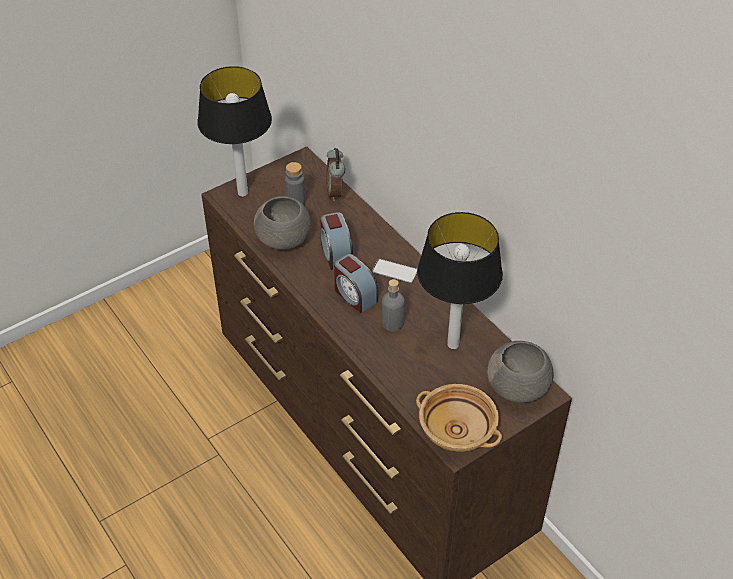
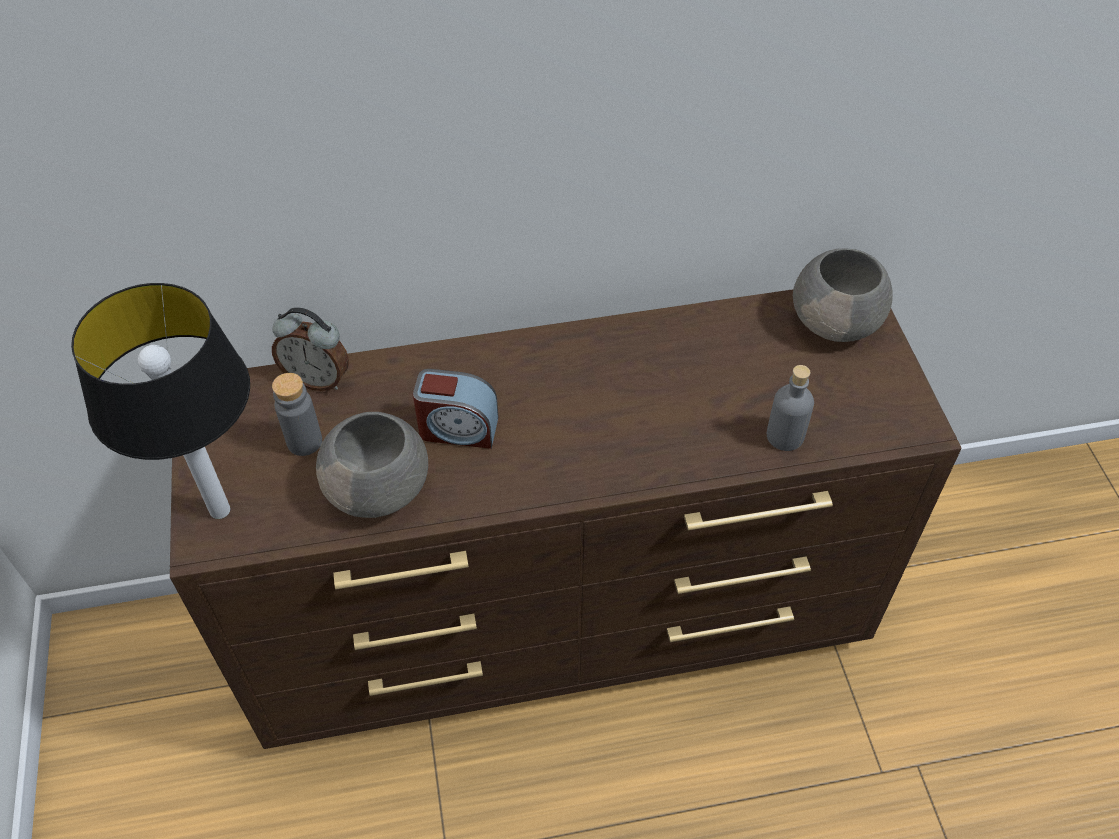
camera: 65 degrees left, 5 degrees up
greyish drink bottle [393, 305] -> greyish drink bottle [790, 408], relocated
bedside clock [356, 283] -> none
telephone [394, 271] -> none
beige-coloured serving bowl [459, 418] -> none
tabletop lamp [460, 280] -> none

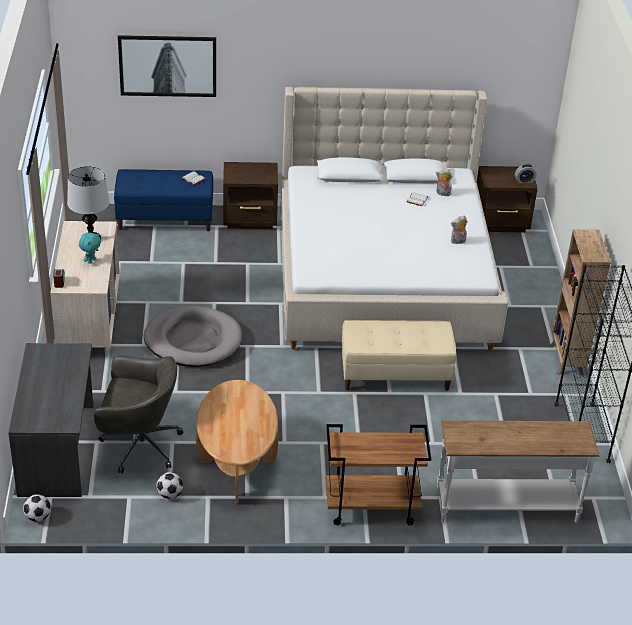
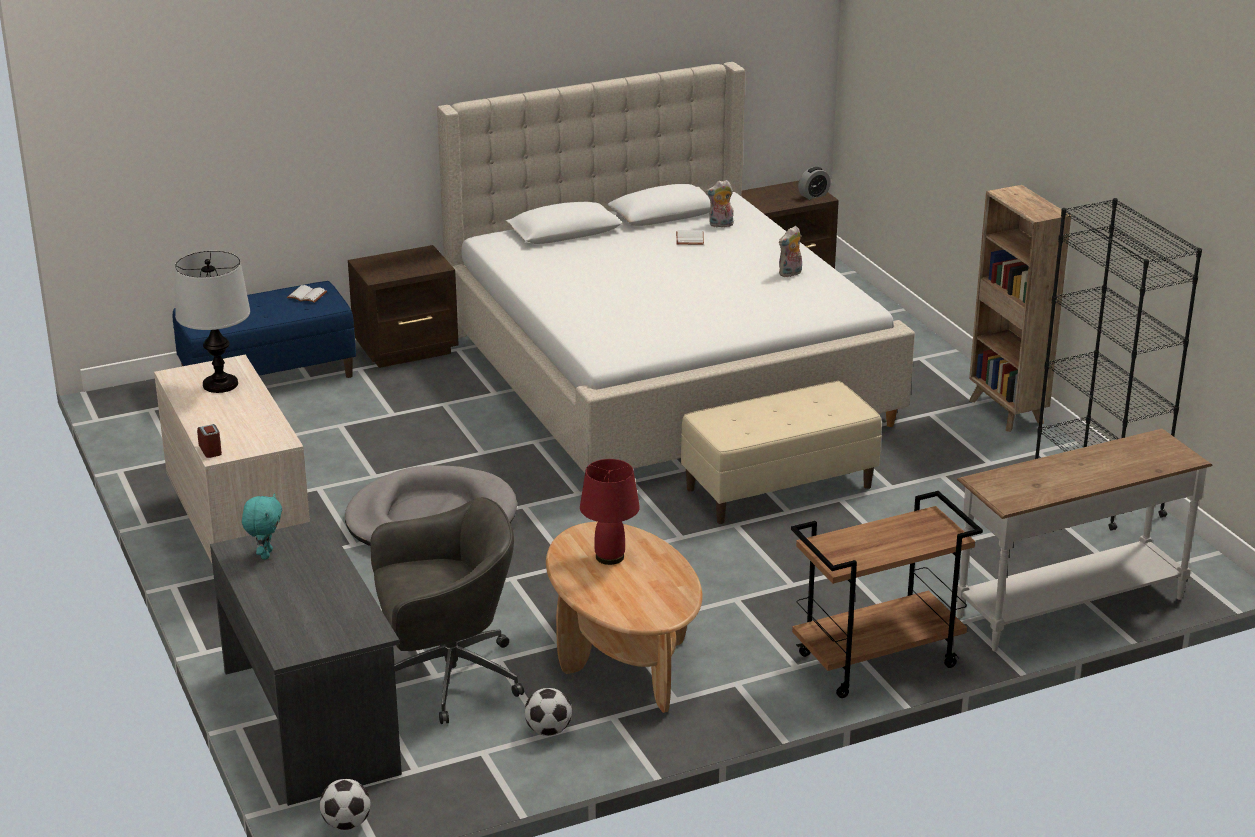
camera: 20 degrees left, 10 degrees down
blue-green soft toy [90, 248] -> blue-green soft toy [262, 526], relocated
none -> red tabletop lamp [610, 512]
picture [167, 66] -> none

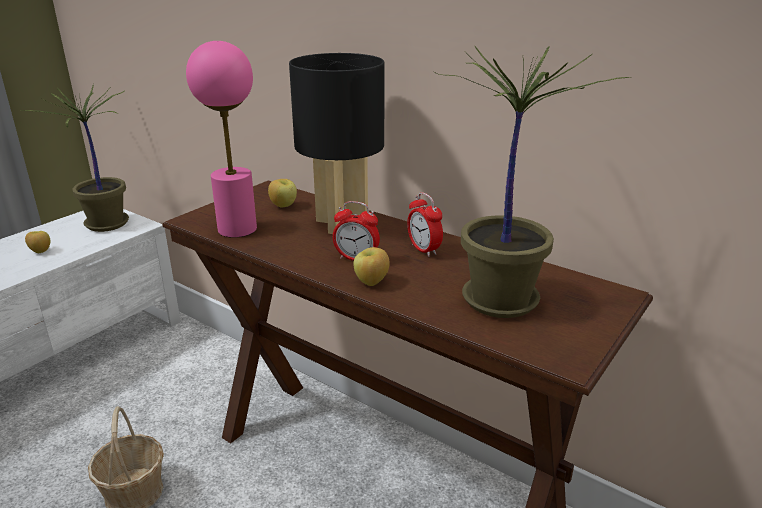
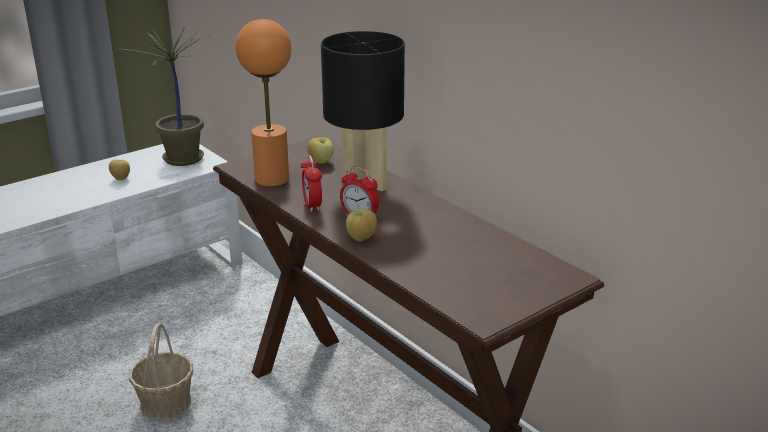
camera: 15 degrees right, 0 degrees up
pink-coloured tabletop lamp [221, 139] -> orange-coloured tabletop lamp [263, 103]
bedside clock [425, 224] -> bedside clock [311, 183], relocated
potted plant [532, 181] -> none

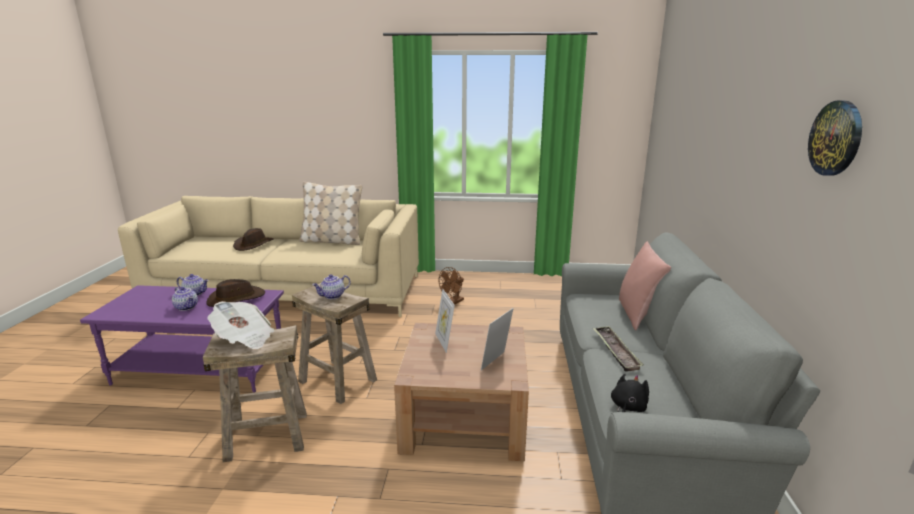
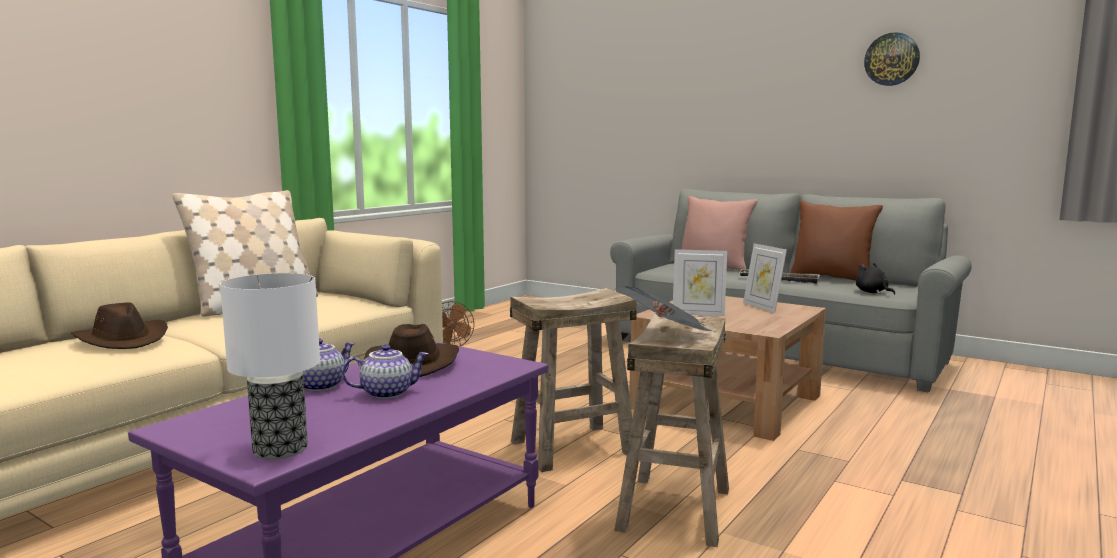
camera: 60 degrees left, 10 degrees down
none -> tabletop lamp [270, 366]
none -> brown pillow [836, 241]
tea pot [331, 286] -> none

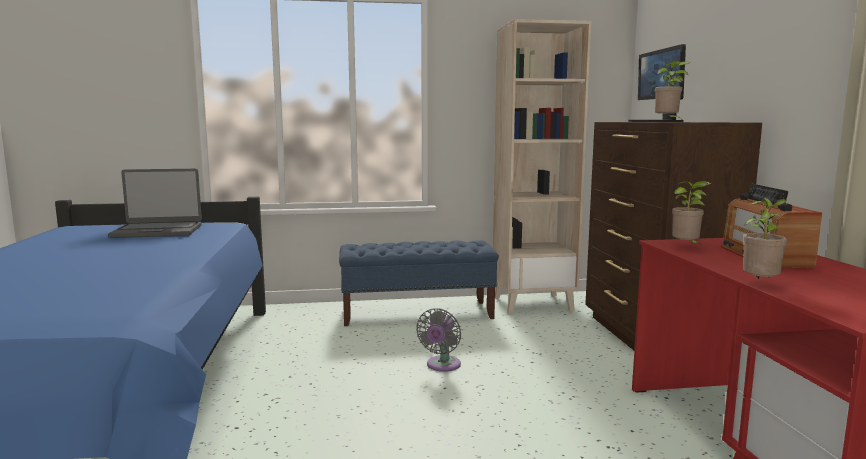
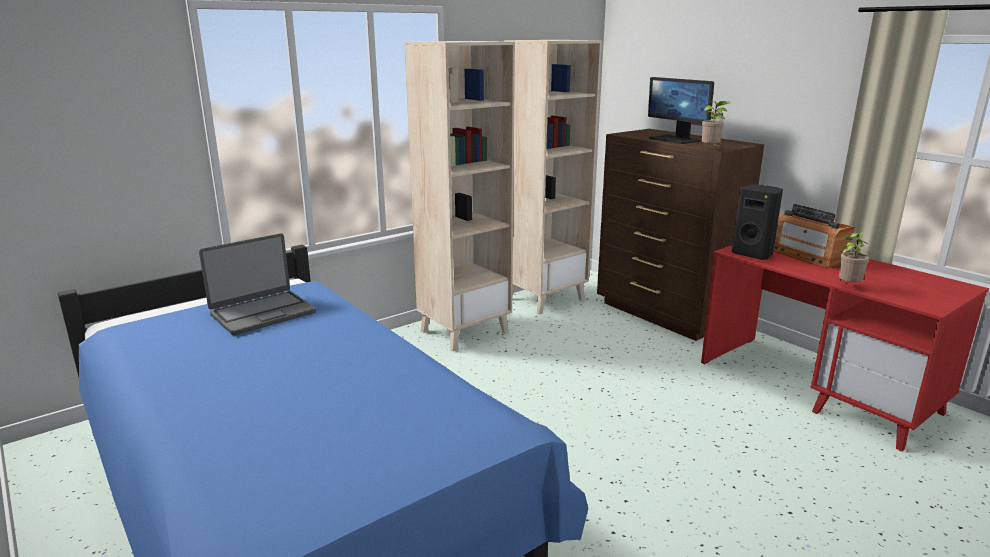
camera: 30 degrees left, 10 degrees up
bluish bench [419, 283] -> beige-coloured bookcase [460, 196]
potted plant [691, 214] -> black loudspeaker [757, 222]
greyish electric fan [438, 340] -> none

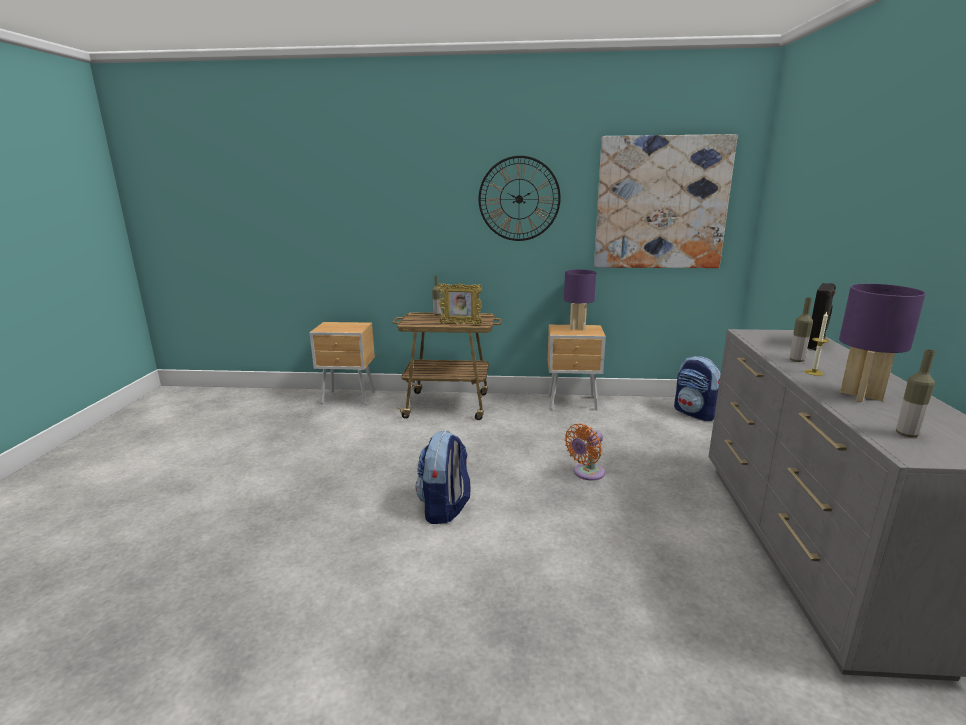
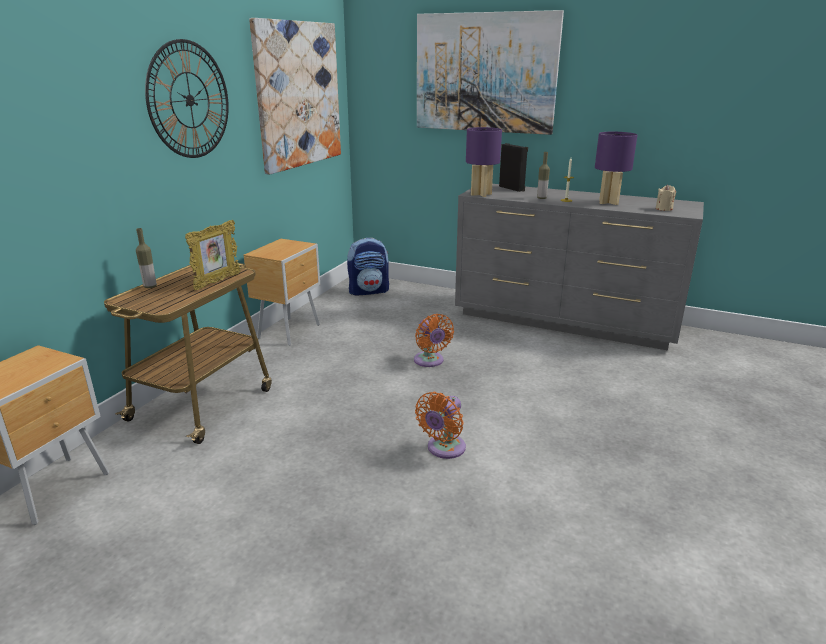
camera: 70 degrees left, 5 degrees up
knapsack [442, 477] -> orange-coloured electric fan [440, 425]
none -> picture [490, 72]
purple tabletop lamp [580, 299] -> purple tabletop lamp [484, 162], relocated
drink bottle [915, 393] -> beige-coloured wax light [666, 198]

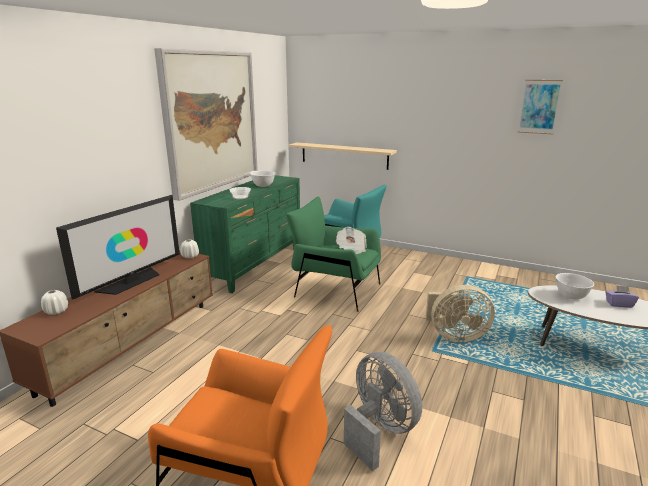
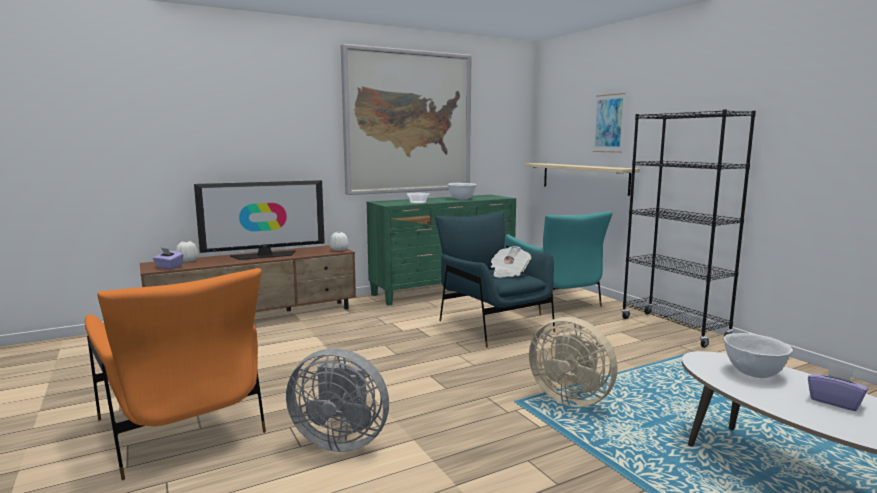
camera: 35 degrees right, 10 degrees down
none -> purple tissue holder [168, 258]
greyish electric fan [383, 411] -> greyish electric fan [337, 400], 105 degrees clockwise
green lounge chair [333, 254] -> bluish lounge chair [495, 279]
picture [540, 107] -> picture [609, 123], relocated
none -> black bookcase [689, 228]

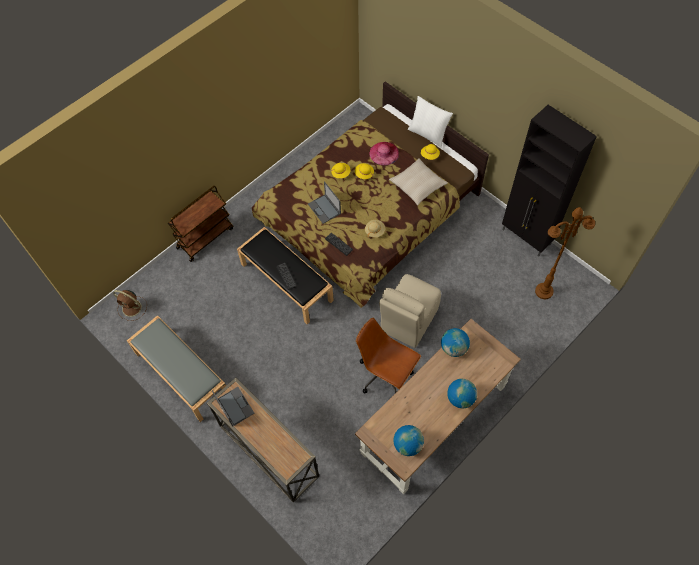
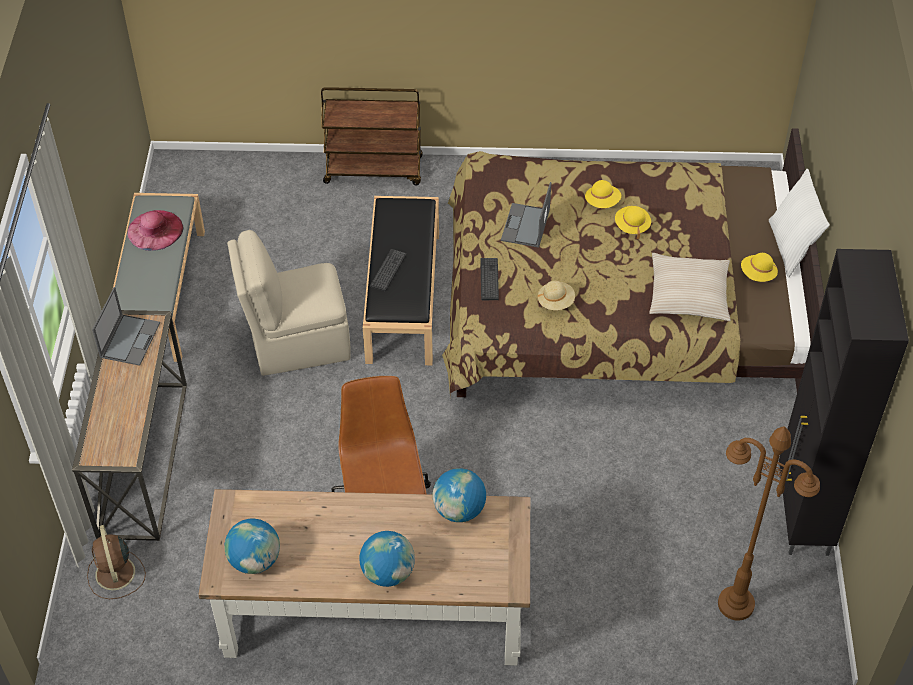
camera: 45 degrees right, 10 degrees down
brown electric fan [130, 305] -> brown electric fan [116, 562], relocated
pink-coloured wearable hat [384, 153] -> pink-coloured wearable hat [155, 230], relocated
beige-coloured upright chair [410, 311] -> beige-coloured upright chair [289, 303], relocated

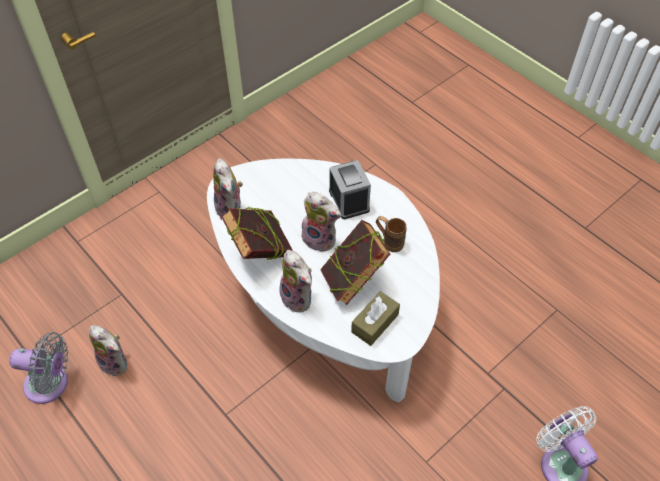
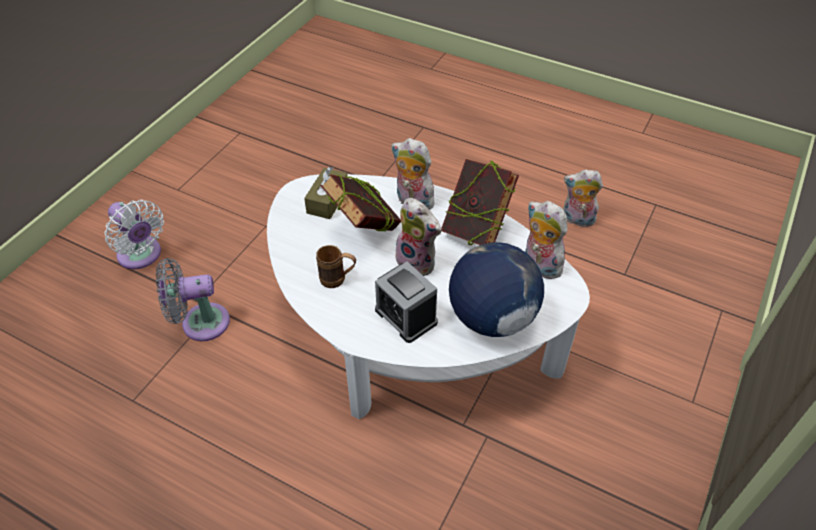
camera: 160 degrees right, 5 degrees down
greyish electric fan [38, 368] -> greyish electric fan [193, 299], relocated
soft toy [321, 222] -> soft toy [418, 237], 150 degrees counterclockwise
none -> world globe [496, 289]

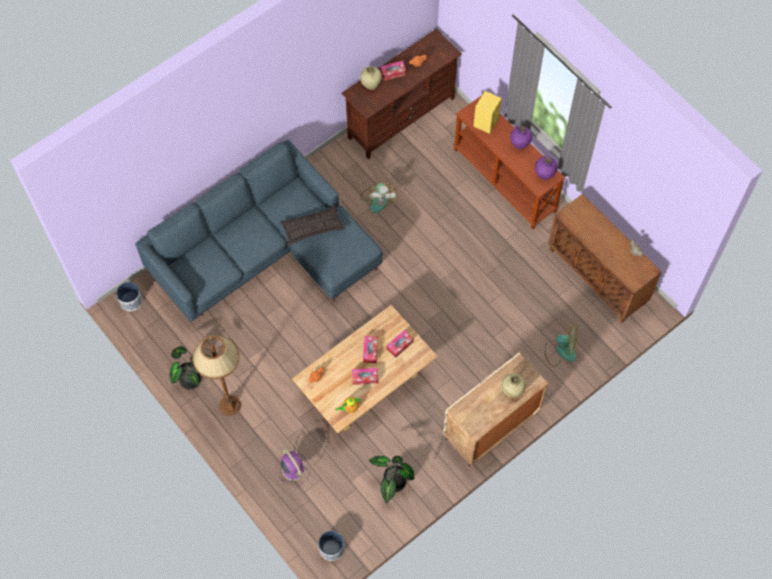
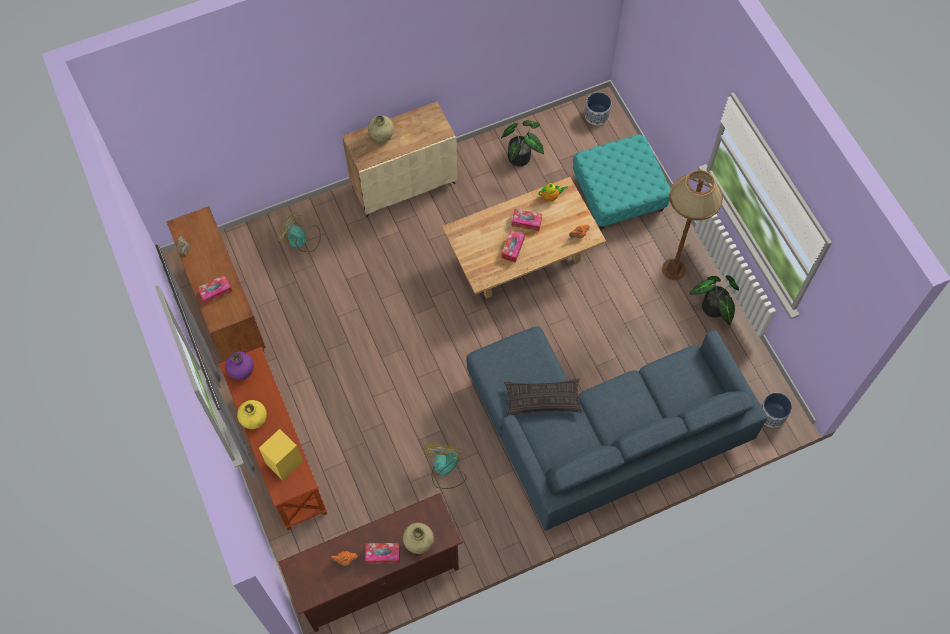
camera: 165 degrees left, 0 degrees up
tissue holder [400, 344] -> tissue holder [215, 290], relocated
purple flower vase [521, 137] -> yellow-coloured flower vase [252, 414]
purple electric fan [292, 467] -> blue-green pouffe [622, 182]

